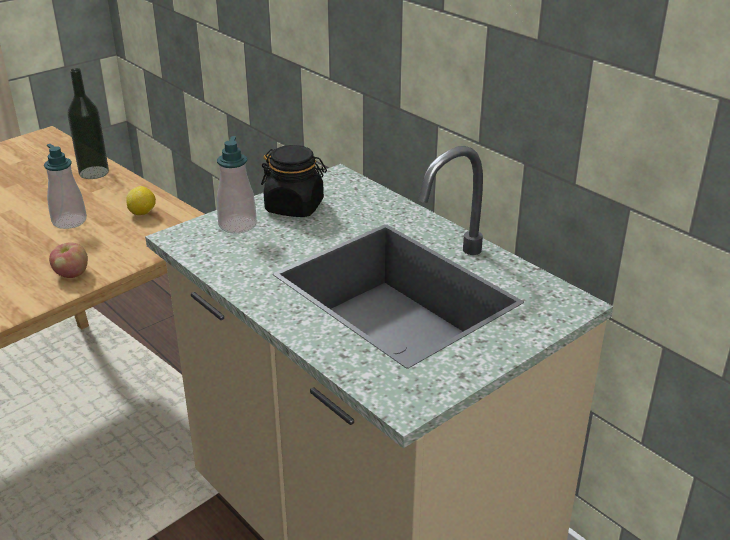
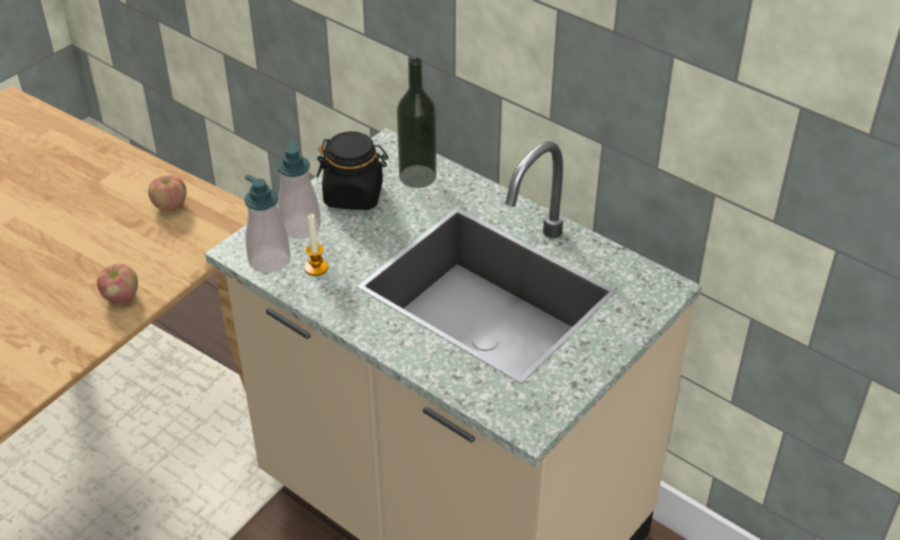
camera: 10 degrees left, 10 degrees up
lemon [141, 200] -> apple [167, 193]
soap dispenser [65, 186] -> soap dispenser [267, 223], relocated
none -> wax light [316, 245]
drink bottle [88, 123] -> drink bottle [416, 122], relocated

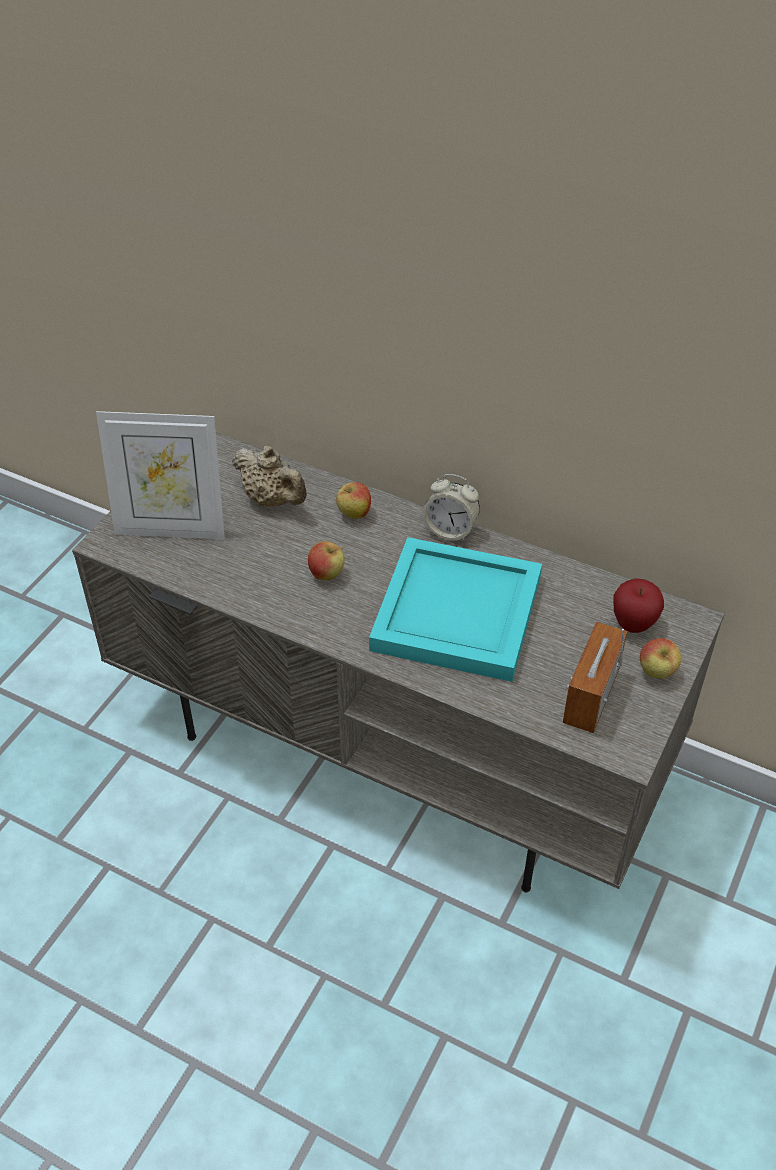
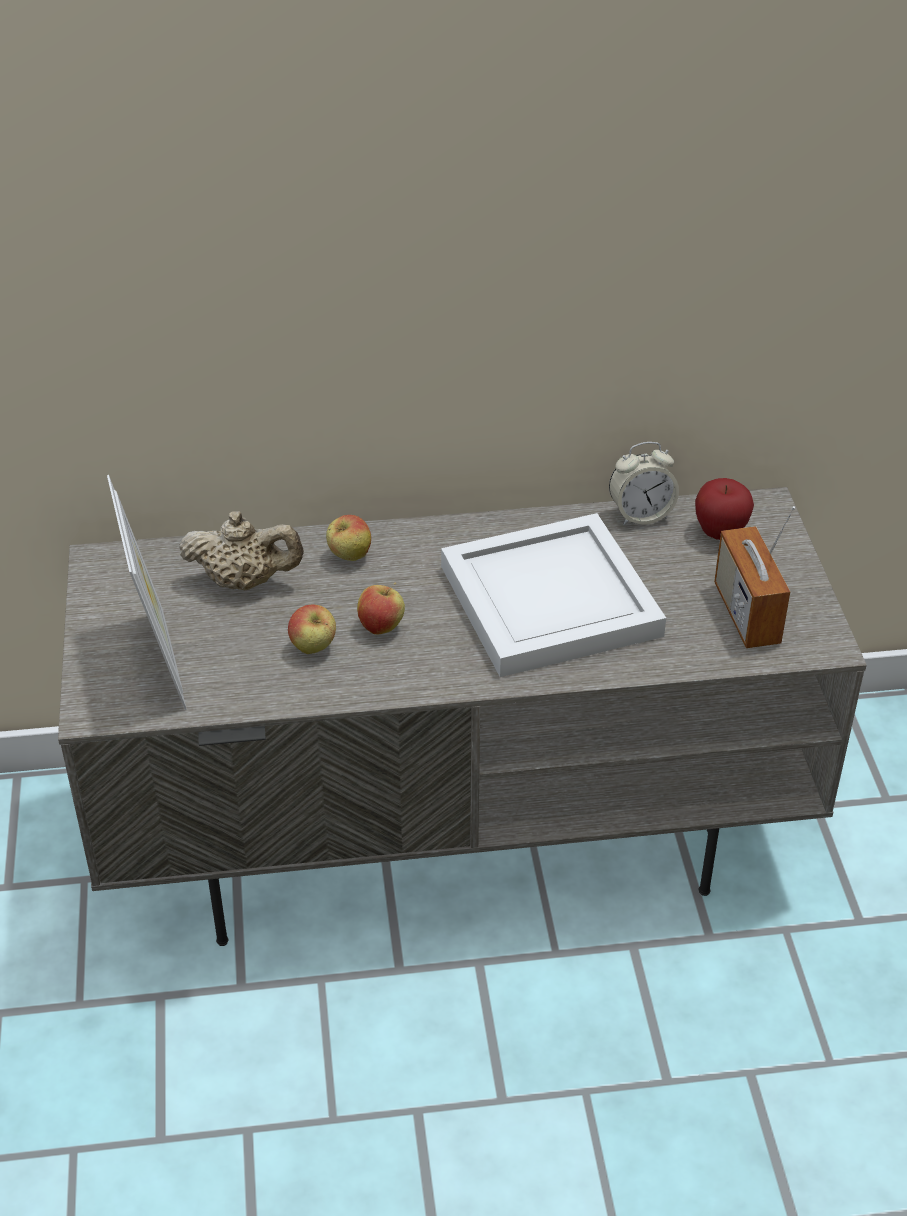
camera: 35 degrees left, 5 degrees down
photo frame [160, 475] -> photo frame [147, 592], 75 degrees counterclockwise
apple [660, 658] -> apple [312, 629], relocated
blue-green carrying tray [455, 609] -> white carrying tray [553, 595]
bedside clock [451, 508] -> bedside clock [644, 483], relocated

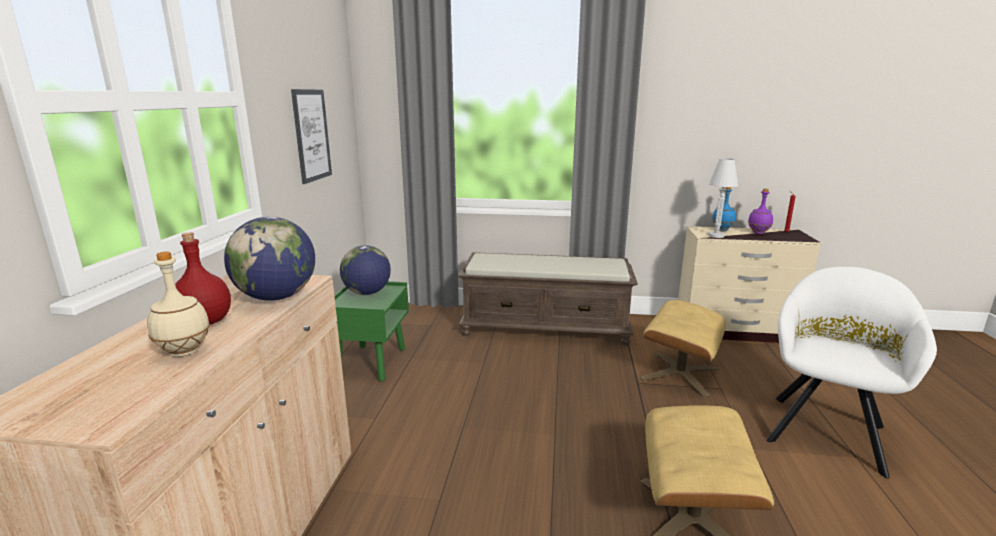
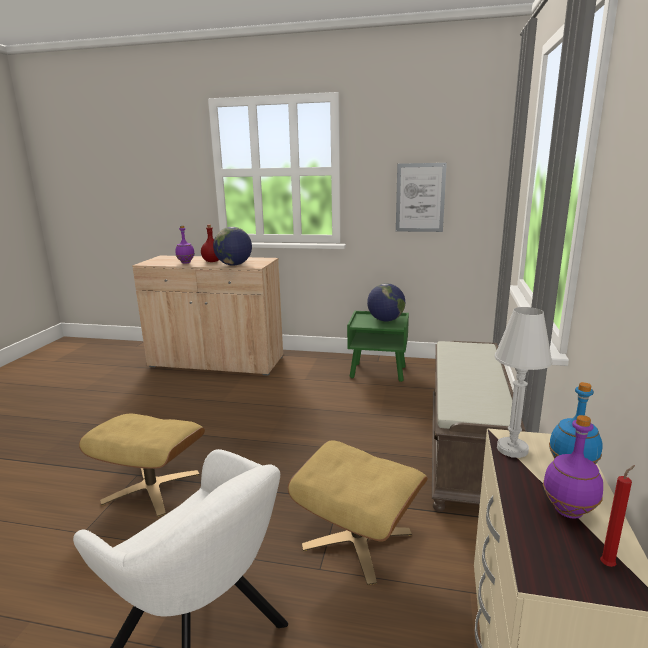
camera: 95 degrees right, 0 degrees up
beige-coloured drink bottle [178, 304] -> purple drink bottle [185, 245]

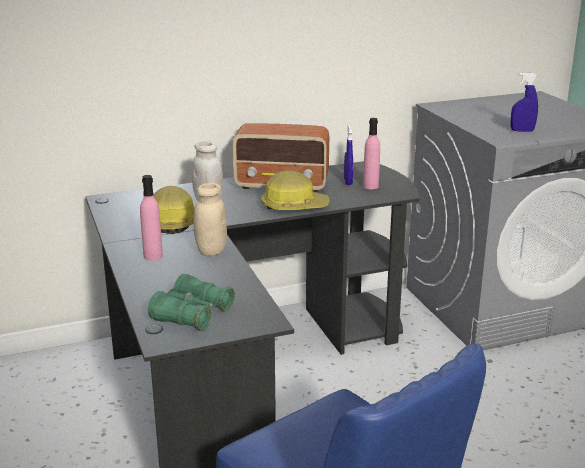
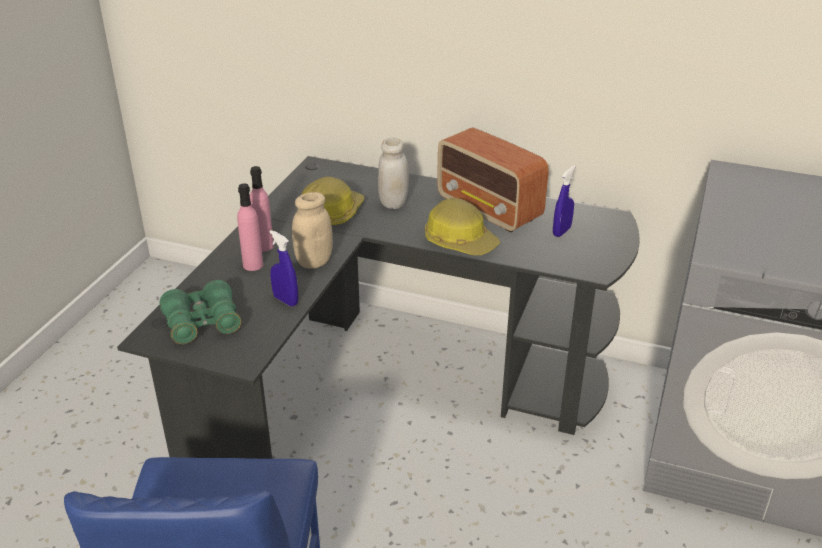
camera: 40 degrees right, 10 degrees up
pink-coloured drink bottle [371, 153] -> pink-coloured drink bottle [250, 227], relocated
bluish hand sprayer [524, 102] -> bluish hand sprayer [283, 268], relocated

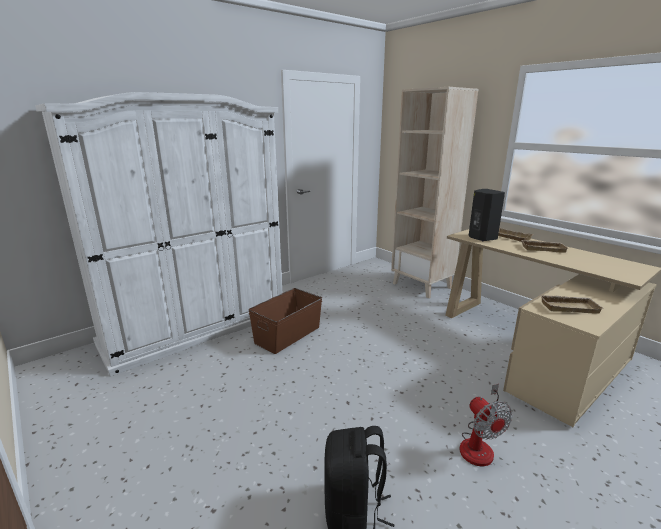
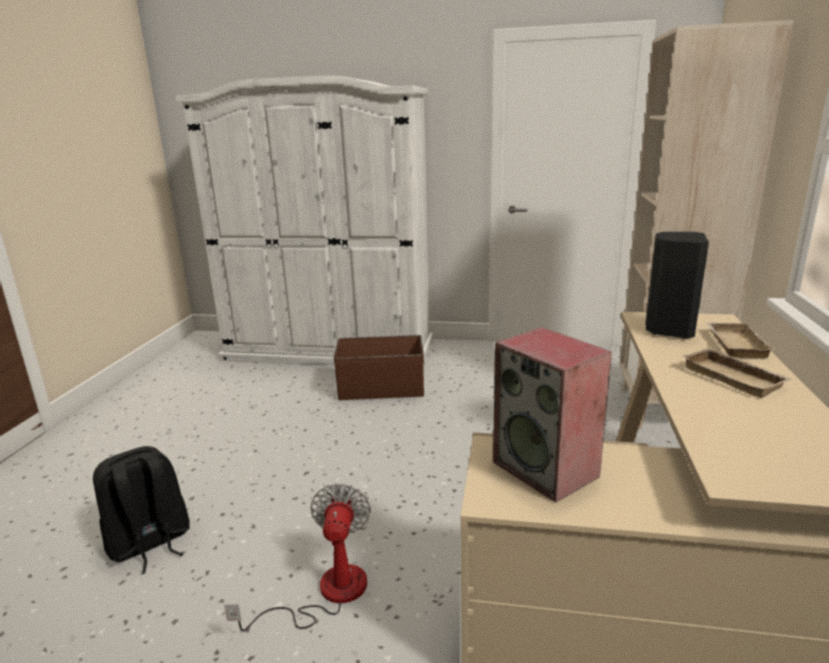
camera: 50 degrees right, 0 degrees up
electric fan [486, 425] -> electric fan [297, 557], 150 degrees clockwise
beige-coloured carrying tray [572, 304] -> loudspeaker [552, 414]

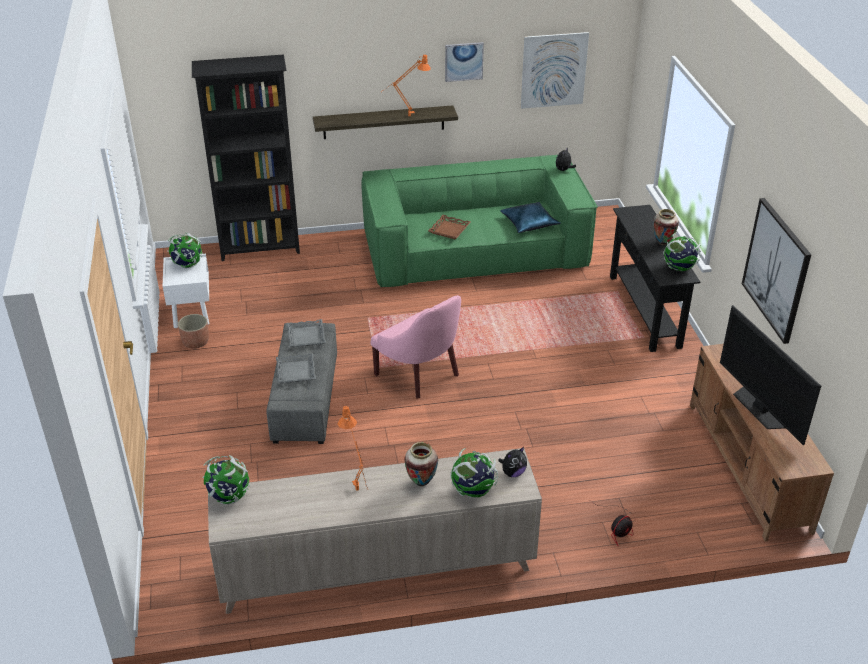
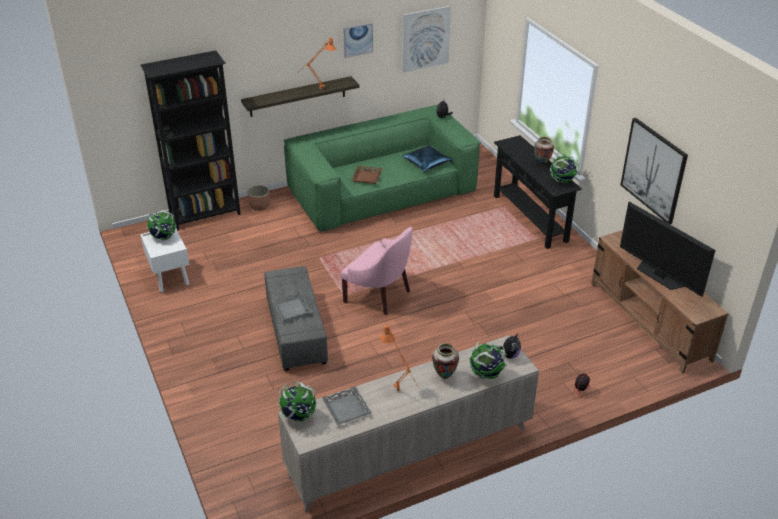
camera: 15 degrees left, 0 degrees up
planter [193, 331] -> planter [258, 198], relocated
greyish carrying tray [306, 333] -> greyish carrying tray [347, 405], relocated

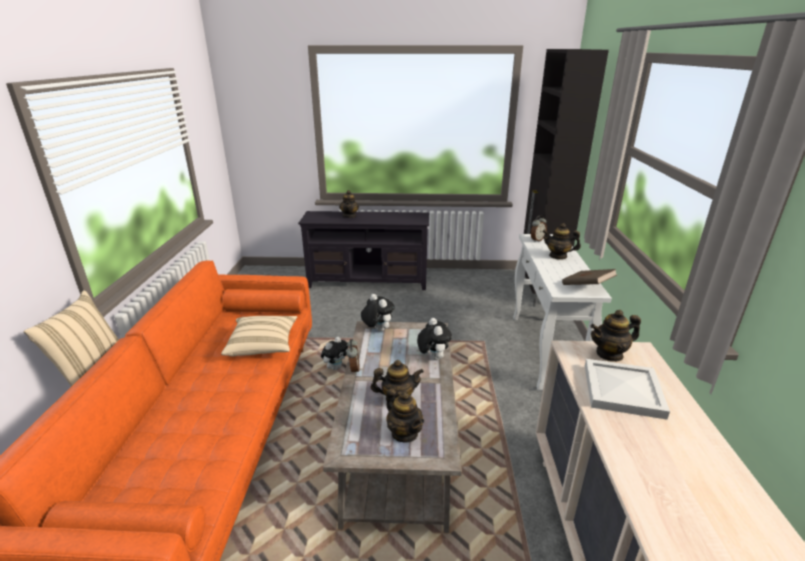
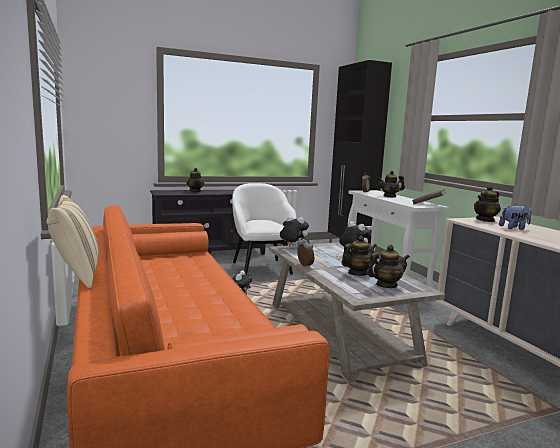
camera: 25 degrees left, 15 degrees down
none -> white lounge chair [264, 229]
tea pot [405, 415] -> tea pot [388, 266], 45 degrees counterclockwise
white carrying tray [627, 389] -> soft toy [515, 217]
beige-coloured pillow [259, 336] -> none

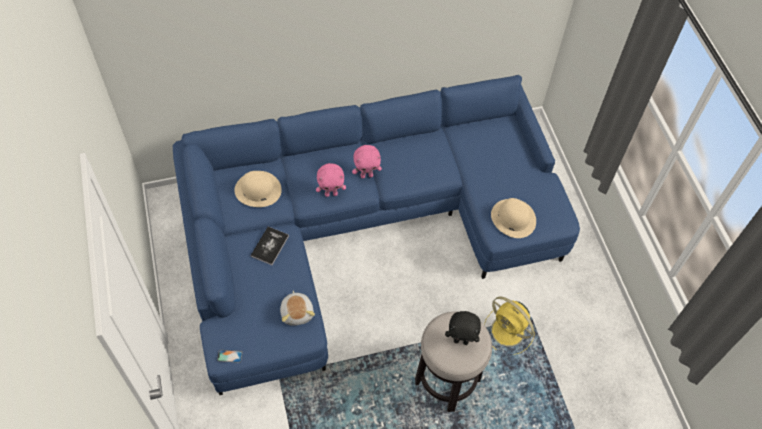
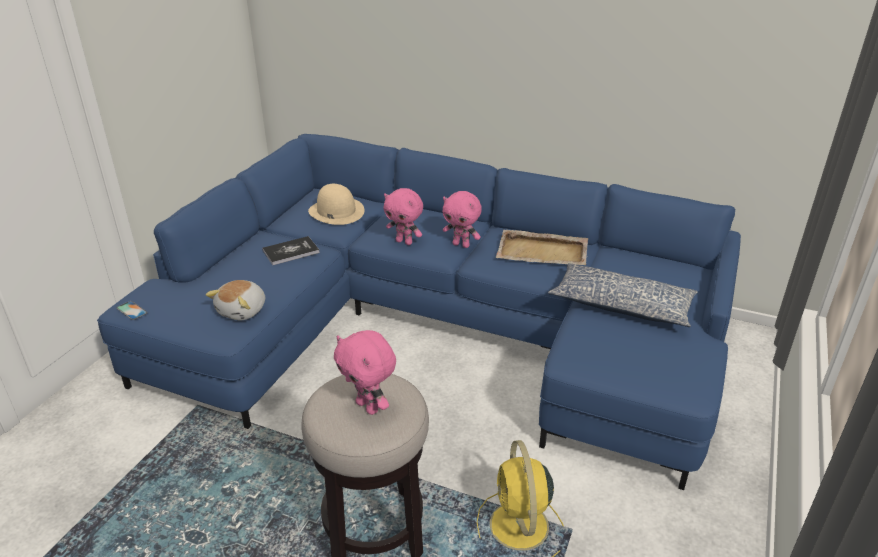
camera: 40 degrees right, 25 degrees down
black soft toy [463, 328] -> pink-coloured soft toy [365, 372]
none -> beige-coloured carrying tray [542, 247]
none -> pillow [623, 295]
beige-coloured wearable hat [513, 218] -> none

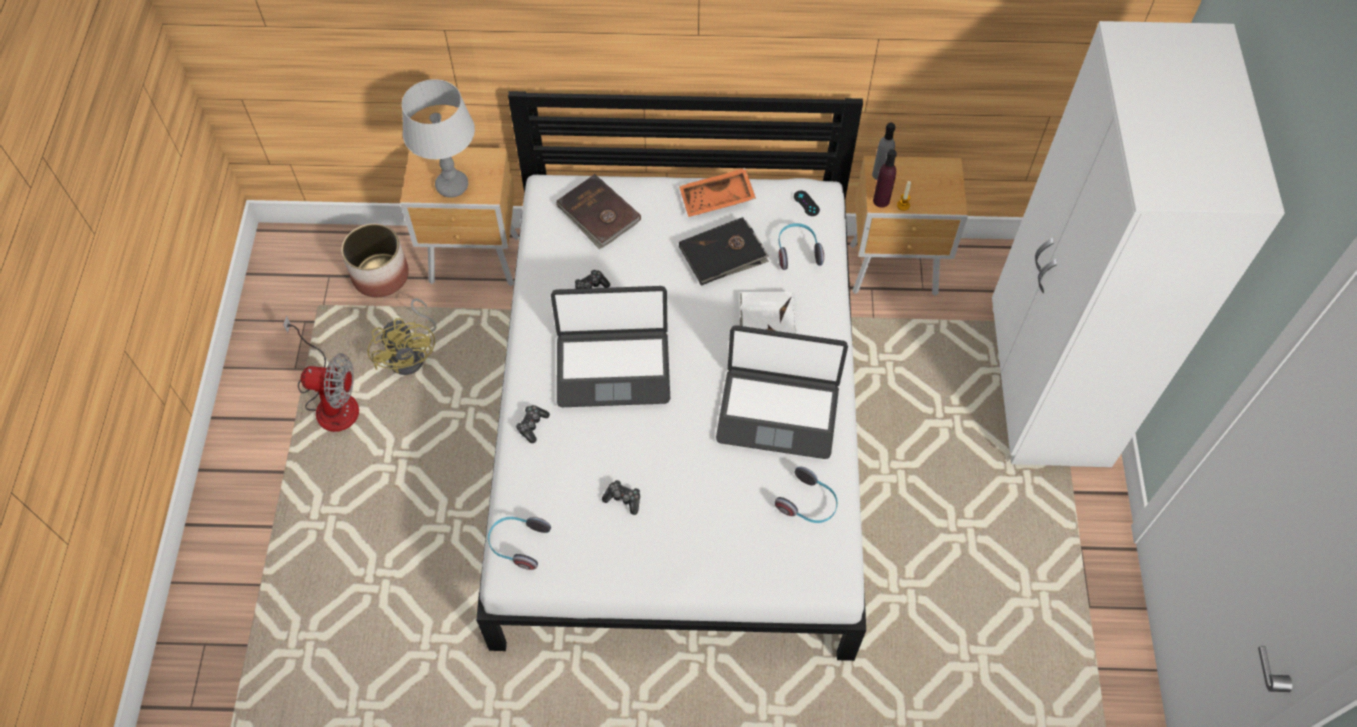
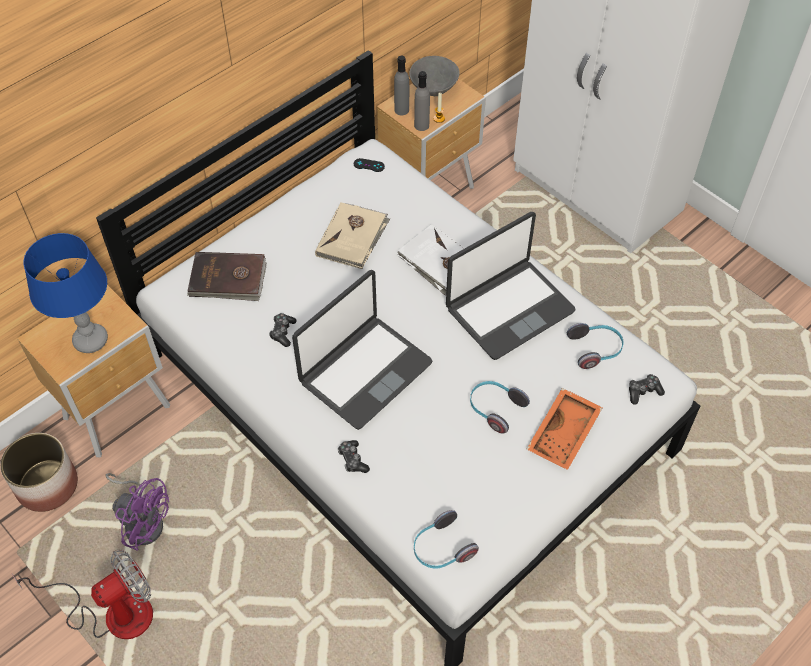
camera: 45 degrees left, 5 degrees down
greyish tabletop lamp [438, 138] -> bluish tabletop lamp [66, 293]
yellow-coloured electric fan [401, 336] -> purple electric fan [137, 512]
black bound book [724, 251] -> beige-coloured bound book [352, 235]
none -> greyish serving bowl [434, 76]
purple drink bottle [885, 178] -> greyish drink bottle [422, 101]
headphones [801, 246] -> headphones [500, 407], relocated
orange-coloured carrying tray [717, 192] -> orange-coloured carrying tray [565, 429], relocated
game controller [621, 497] -> game controller [647, 389], relocated

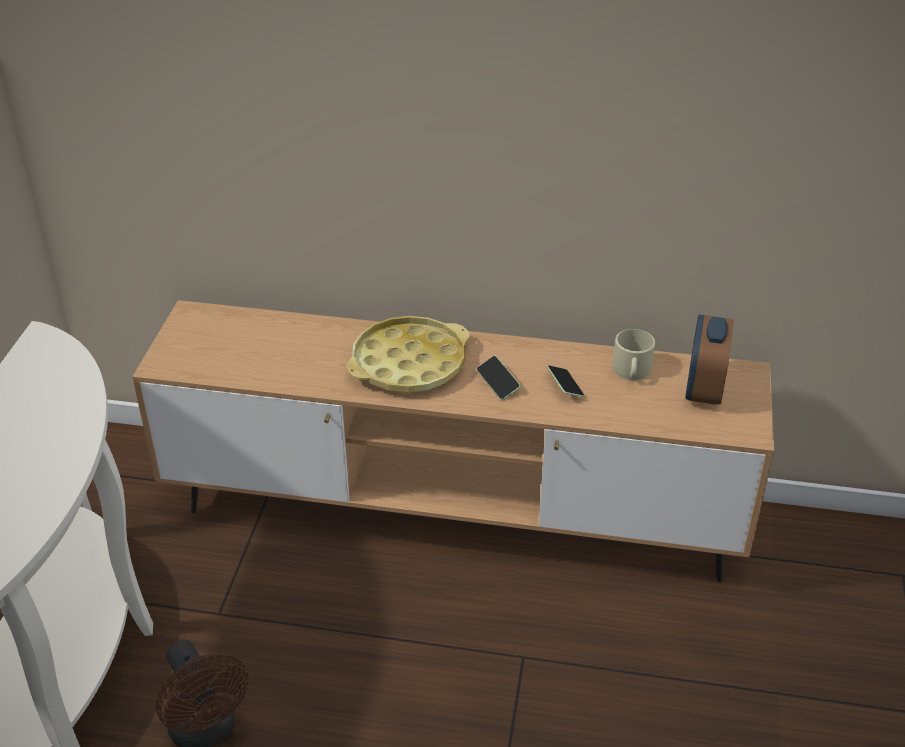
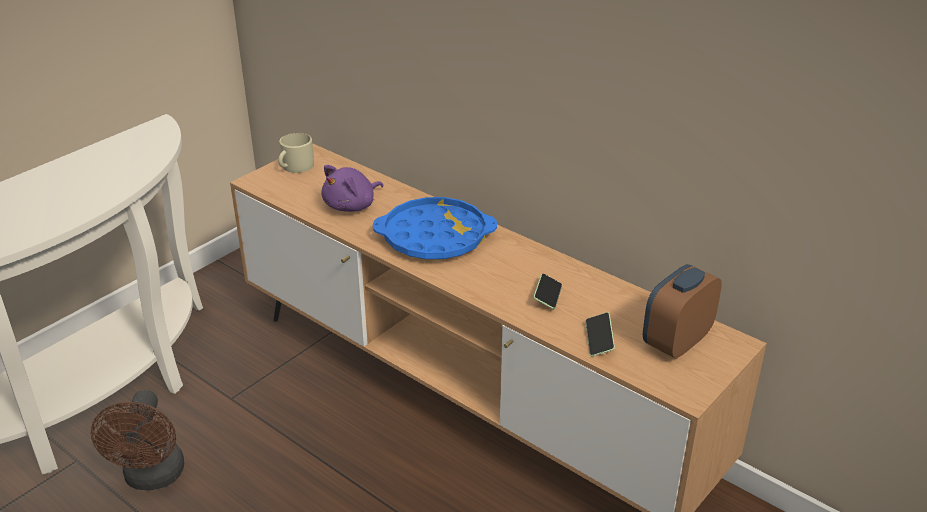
camera: 30 degrees right, 5 degrees down
beige-coloured tea mug [634, 354] -> beige-coloured tea mug [296, 153], relocated
none -> purple soft toy [352, 188]
yellow-coloured carrying tray [408, 354] -> bluish carrying tray [435, 228]
telephone [498, 378] -> telephone [600, 334], relocated

